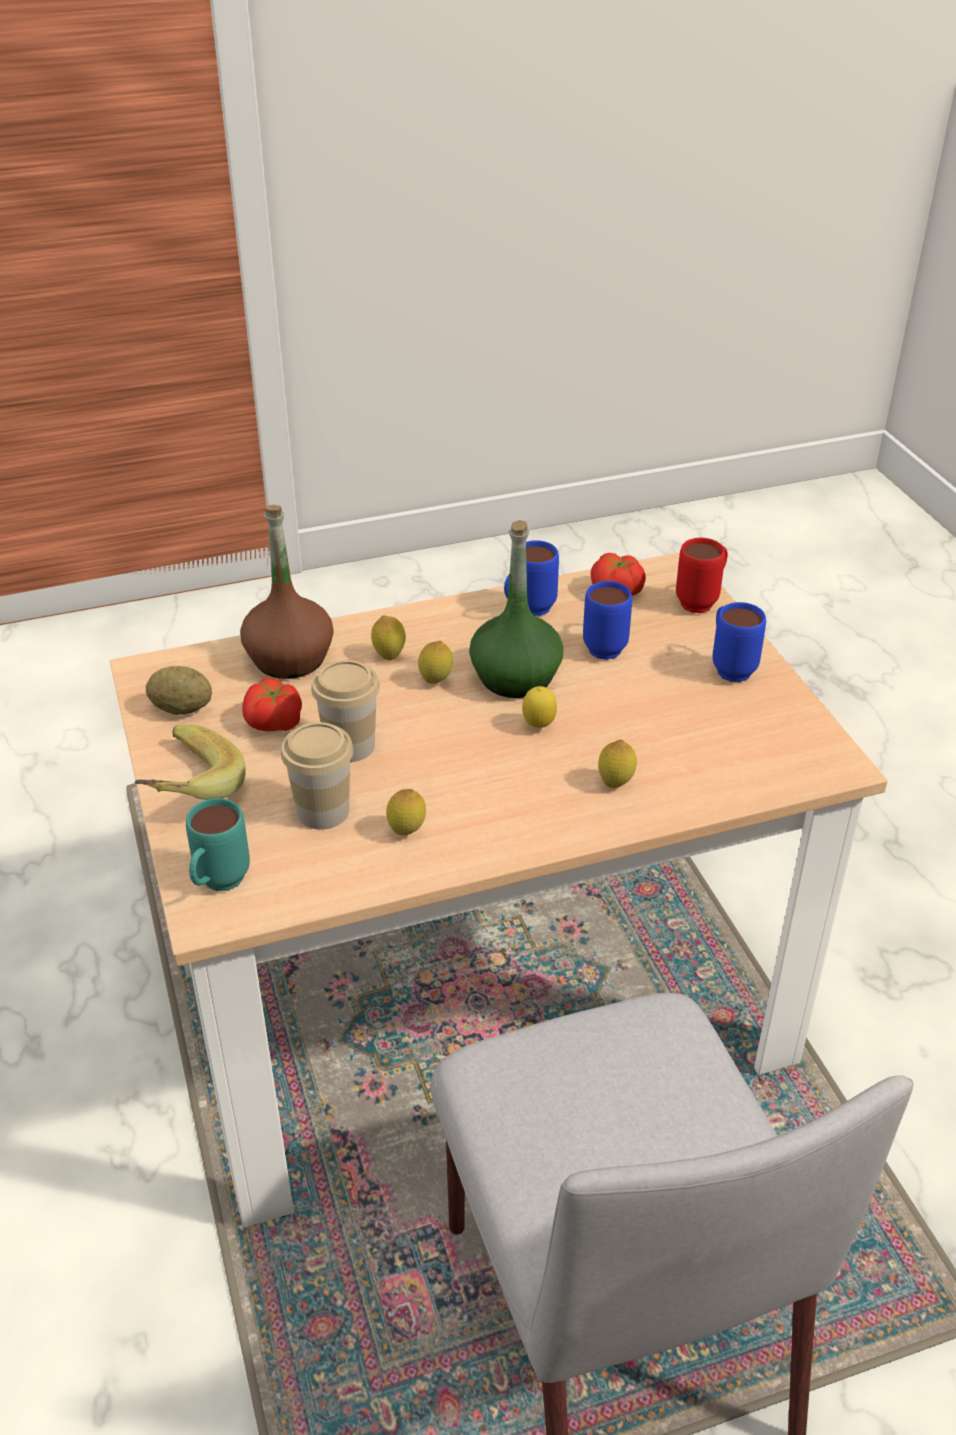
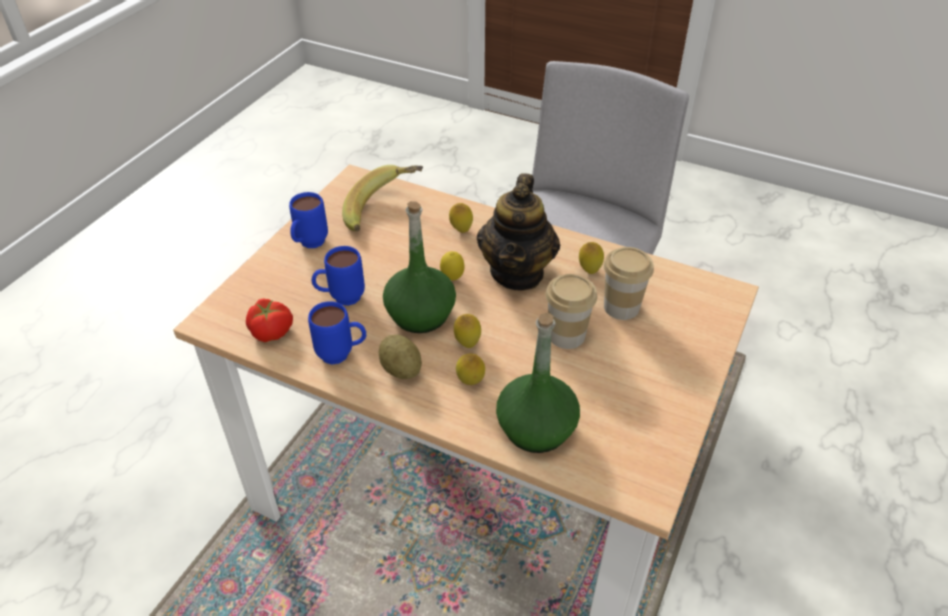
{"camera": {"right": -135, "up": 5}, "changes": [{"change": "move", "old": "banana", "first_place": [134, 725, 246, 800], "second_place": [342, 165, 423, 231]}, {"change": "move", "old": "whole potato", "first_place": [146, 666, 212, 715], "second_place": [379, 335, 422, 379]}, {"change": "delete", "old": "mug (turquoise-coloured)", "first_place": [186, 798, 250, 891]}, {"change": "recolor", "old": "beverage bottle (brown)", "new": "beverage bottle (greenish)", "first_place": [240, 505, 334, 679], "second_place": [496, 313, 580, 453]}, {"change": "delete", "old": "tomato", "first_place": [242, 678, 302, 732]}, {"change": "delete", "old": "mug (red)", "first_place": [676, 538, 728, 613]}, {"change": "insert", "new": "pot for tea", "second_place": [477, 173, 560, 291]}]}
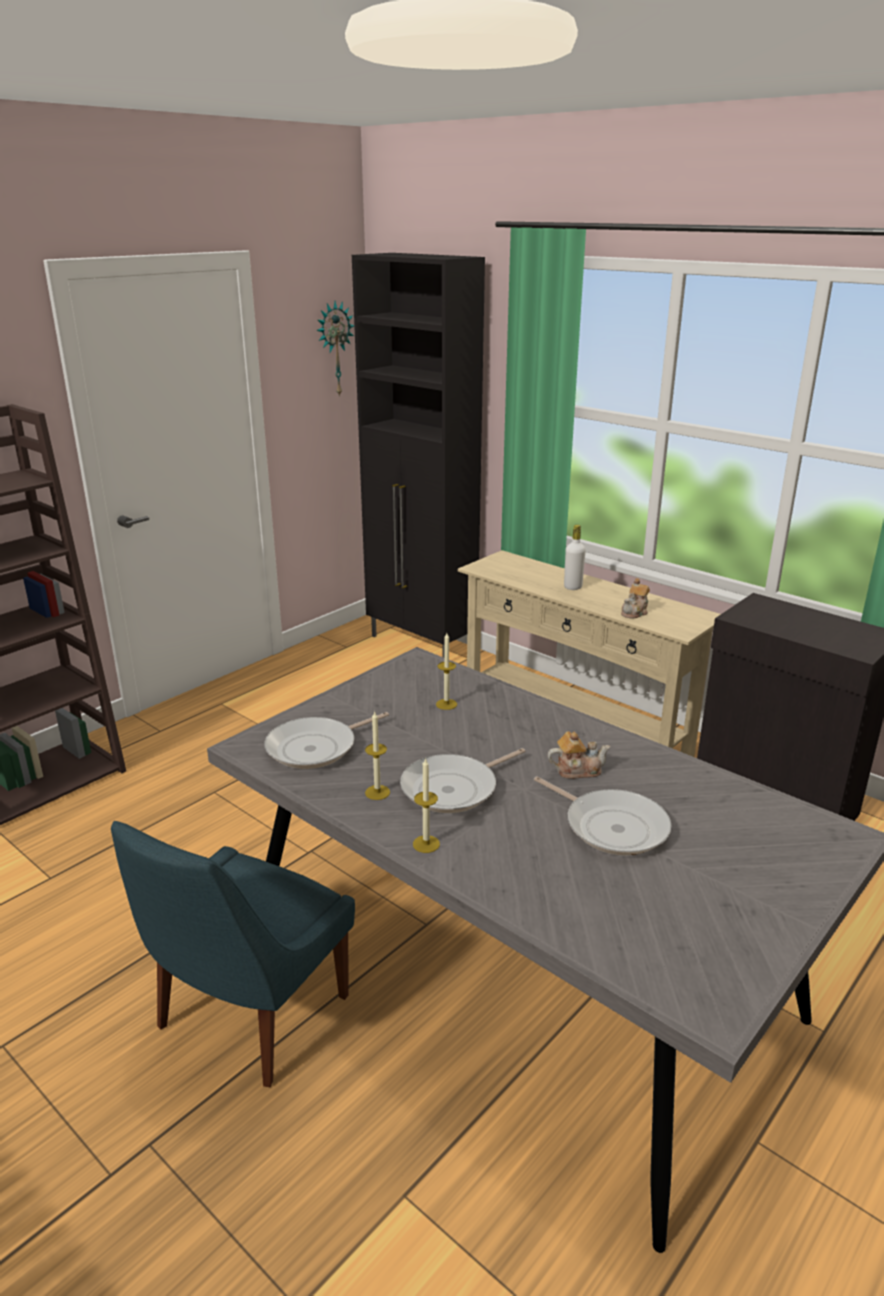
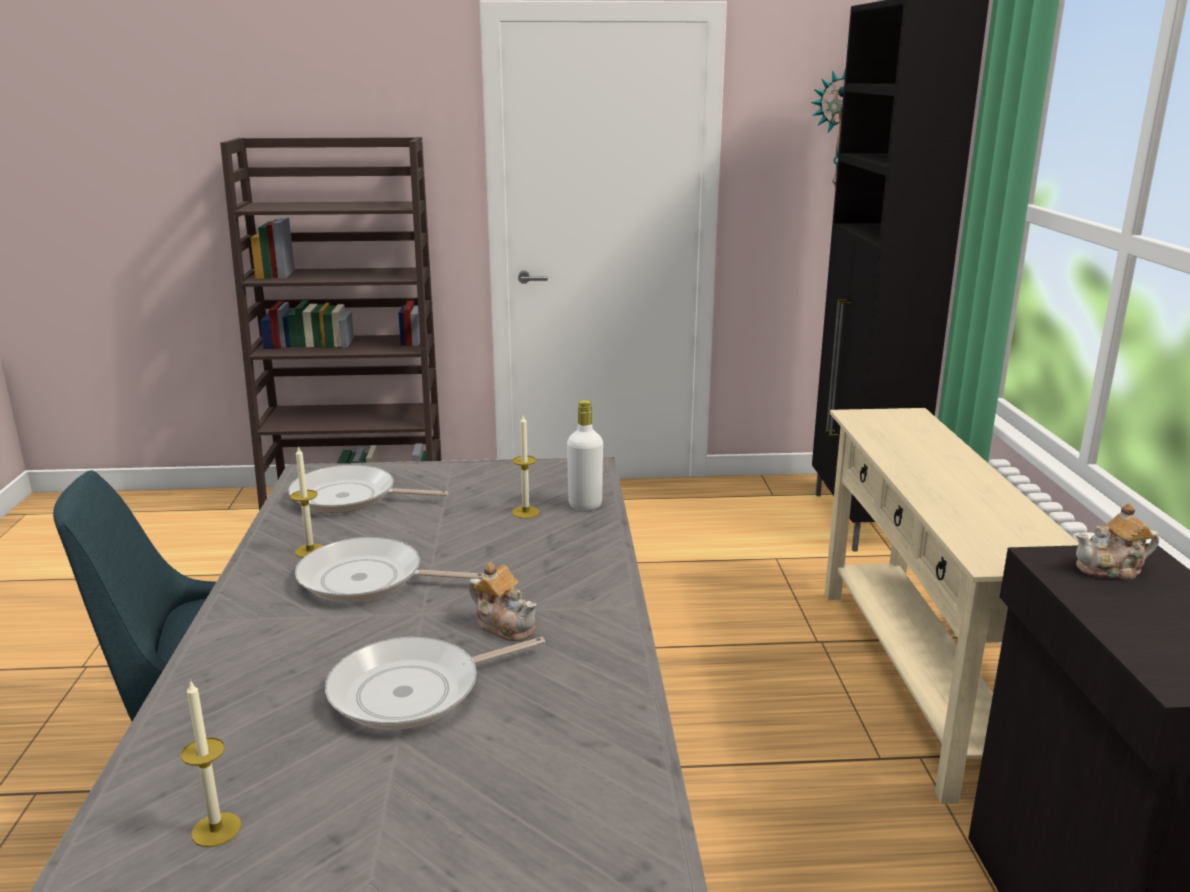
{"camera": {"right": 45, "up": -5}, "changes": [{"change": "move", "old": "wax light", "first_place": [413, 758, 440, 853], "second_place": [181, 679, 241, 847]}, {"change": "rotate", "old": "skillet", "first_place": [534, 776, 672, 856], "second_place": [325, 637, 545, 730], "degrees": 60}, {"change": "move", "old": "beverage bottle (white-coloured)", "first_place": [564, 525, 586, 590], "second_place": [567, 400, 603, 511]}, {"change": "move", "old": "pot for tea", "first_place": [621, 578, 650, 619], "second_place": [1076, 503, 1159, 579]}]}
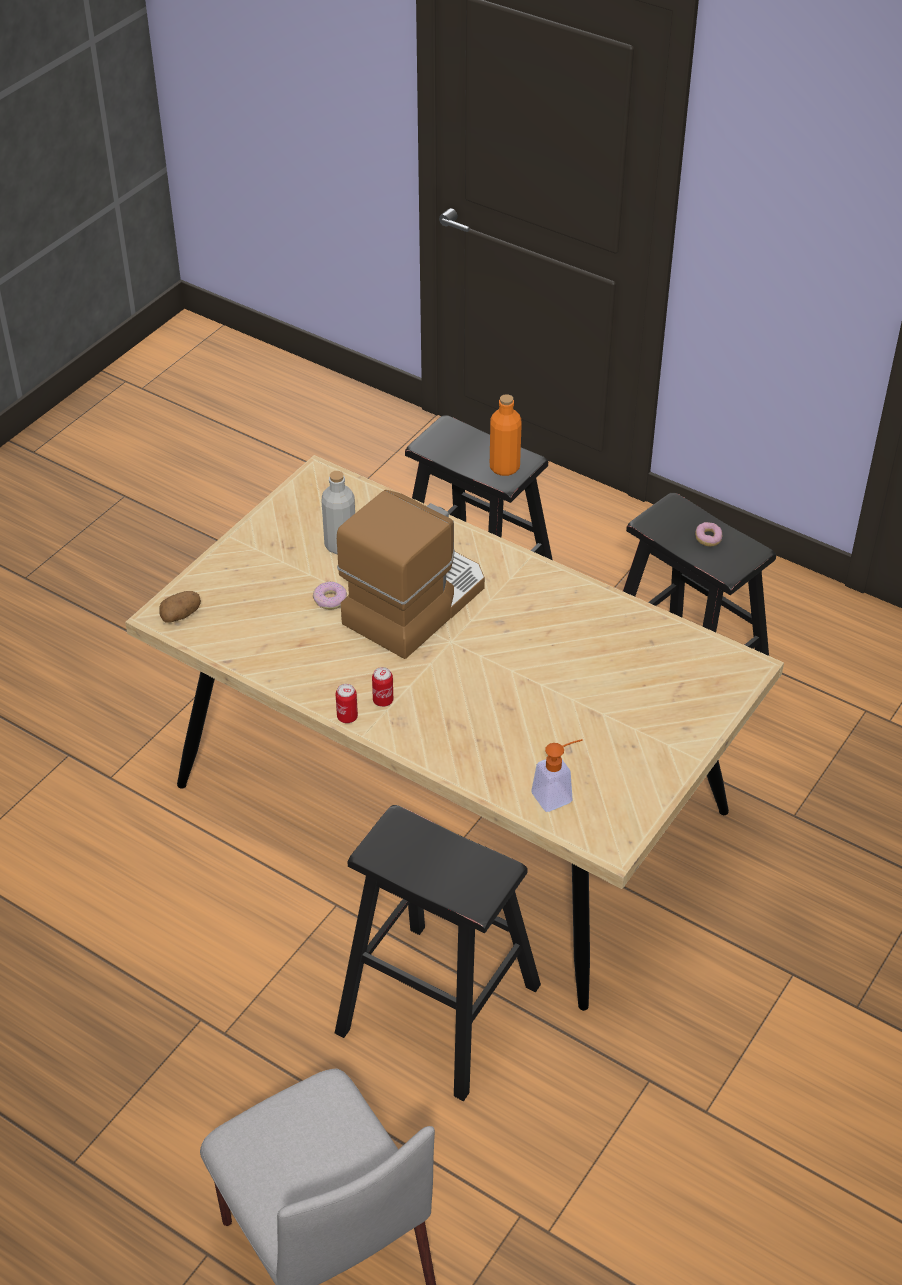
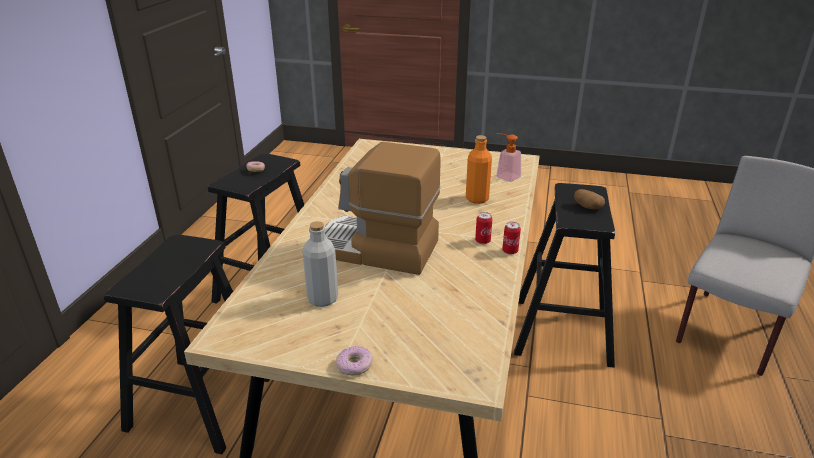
{"camera": {"right": -110, "up": -15}, "changes": [{"change": "move", "old": "whole potato", "first_place": [159, 591, 201, 623], "second_place": [574, 189, 605, 209]}, {"change": "move", "old": "doughnut", "first_place": [313, 581, 347, 610], "second_place": [336, 346, 373, 375]}, {"change": "move", "old": "beverage bottle (orangey)", "first_place": [490, 394, 522, 476], "second_place": [466, 135, 492, 204]}]}
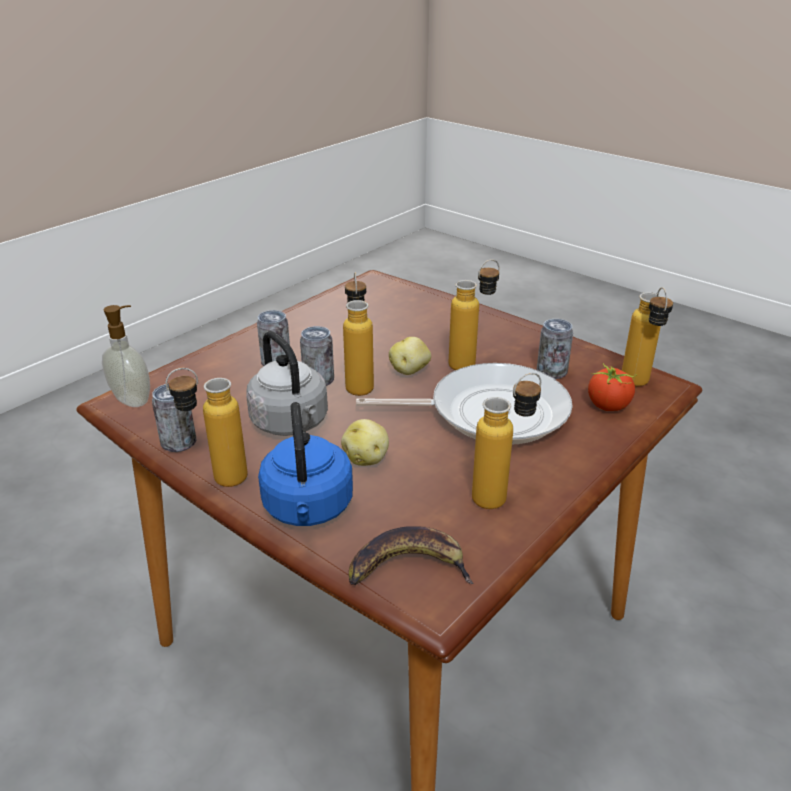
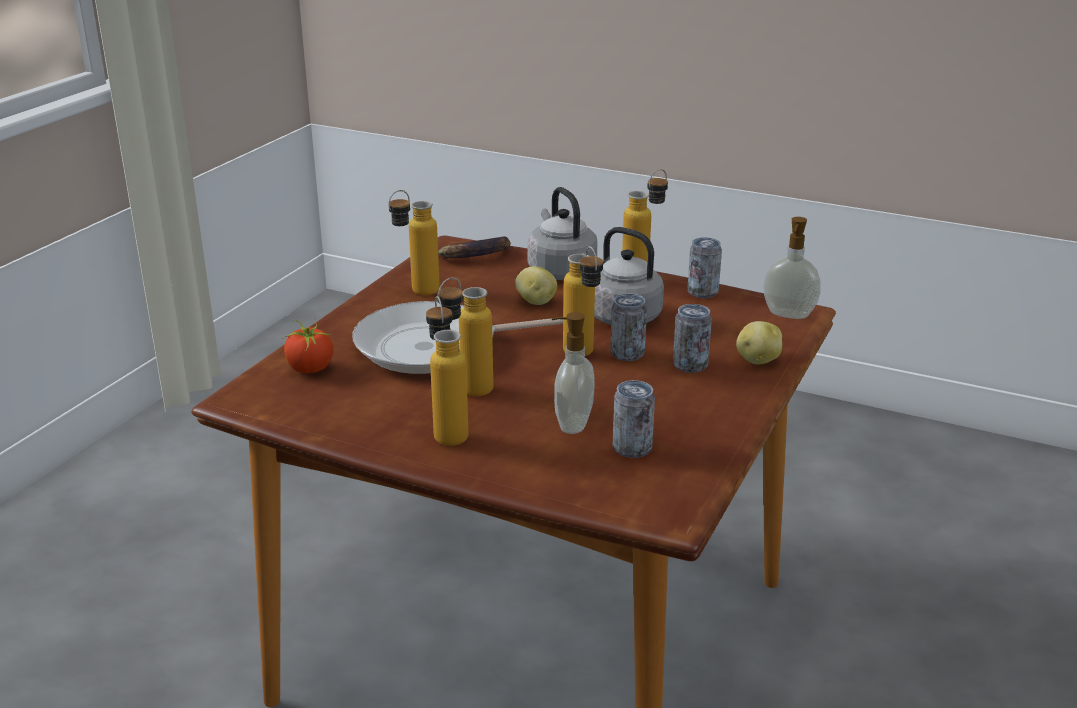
{"camera": {"right": 165, "up": -5}, "changes": [{"change": "recolor", "old": "water kettle (bluish)", "new": "water kettle (grey)", "first_place": [258, 402, 353, 526], "second_place": [527, 187, 597, 280]}, {"change": "move", "old": "whole potato", "first_place": [389, 337, 431, 375], "second_place": [736, 321, 782, 365]}, {"change": "move", "old": "can", "first_place": [537, 319, 573, 379], "second_place": [613, 380, 655, 458]}, {"change": "move", "old": "beverage bottle", "first_place": [622, 287, 673, 387], "second_place": [426, 296, 469, 446]}, {"change": "insert", "new": "soap dispenser", "second_place": [552, 312, 595, 434]}]}
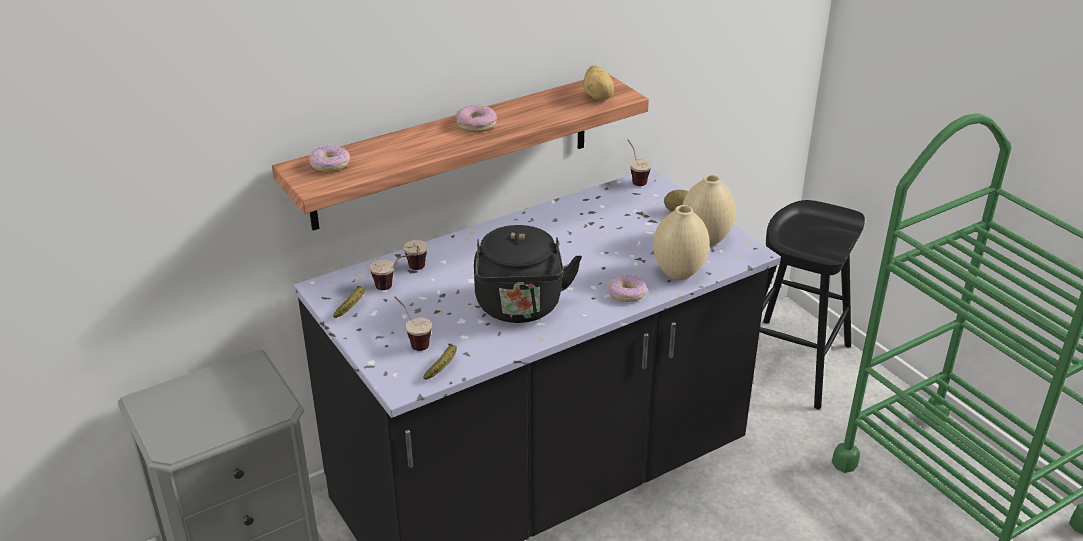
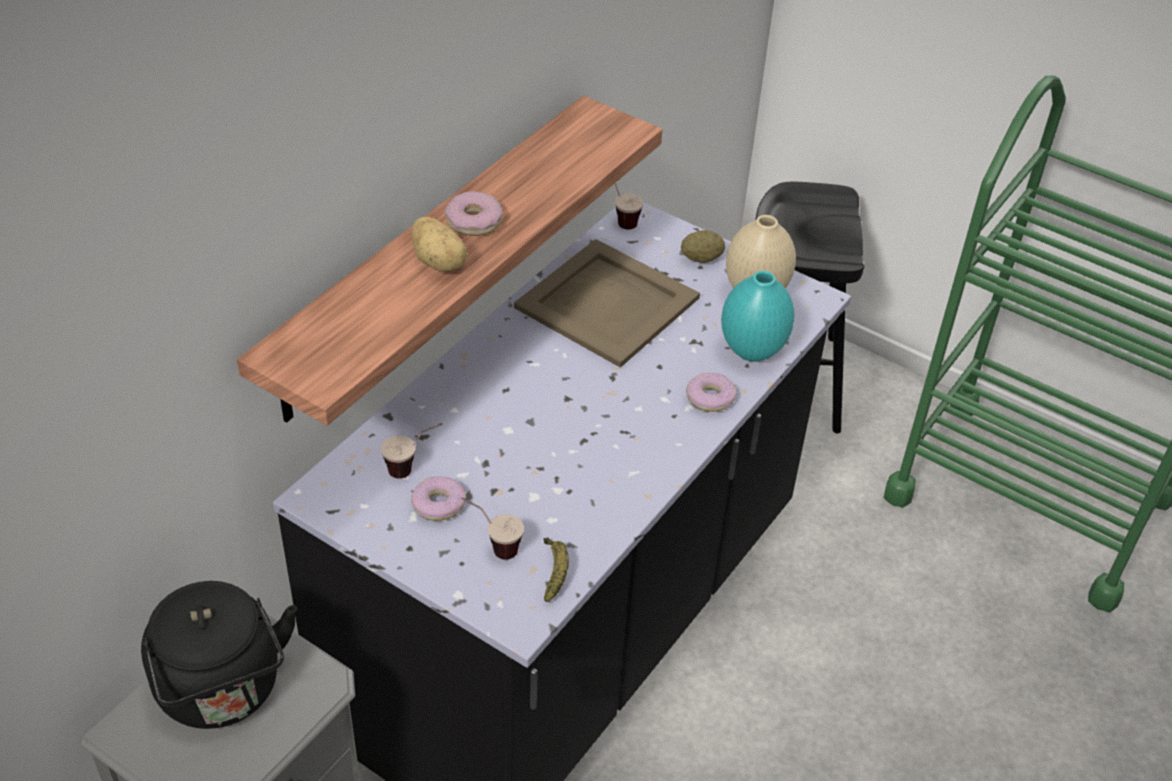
{"camera": {"right": -25, "up": 10}, "changes": [{"change": "move", "old": "doughnut", "first_place": [309, 146, 350, 172], "second_place": [411, 477, 466, 521]}, {"change": "delete", "old": "banana", "first_place": [333, 286, 365, 318]}, {"change": "delete", "old": "drinking cup", "first_place": [403, 240, 428, 270]}, {"change": "move", "old": "water kettle (blackish)", "first_place": [474, 225, 582, 323], "second_place": [141, 581, 297, 729]}, {"change": "move", "old": "whole potato", "first_place": [583, 65, 614, 100], "second_place": [412, 217, 467, 272]}, {"change": "recolor", "old": "decorative vase (beige-coloured)", "new": "decorative vase (turquoise-coloured)", "first_place": [653, 205, 709, 280], "second_place": [721, 271, 794, 362]}, {"change": "insert", "new": "tray (beige-coloured)", "second_place": [514, 239, 700, 368]}]}
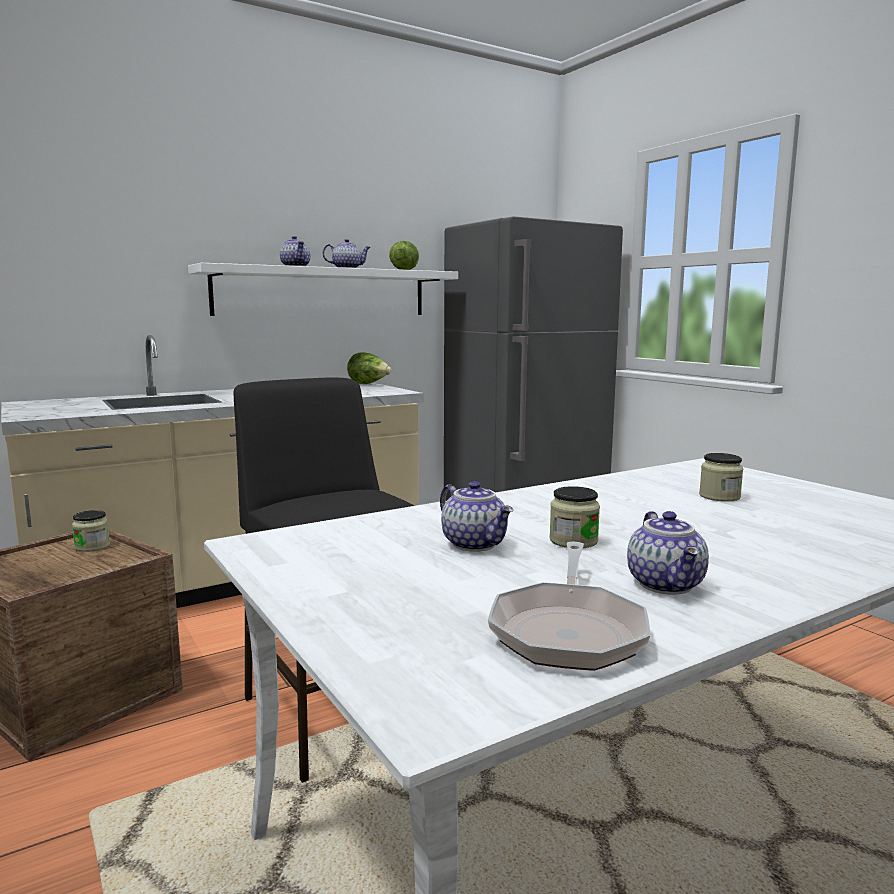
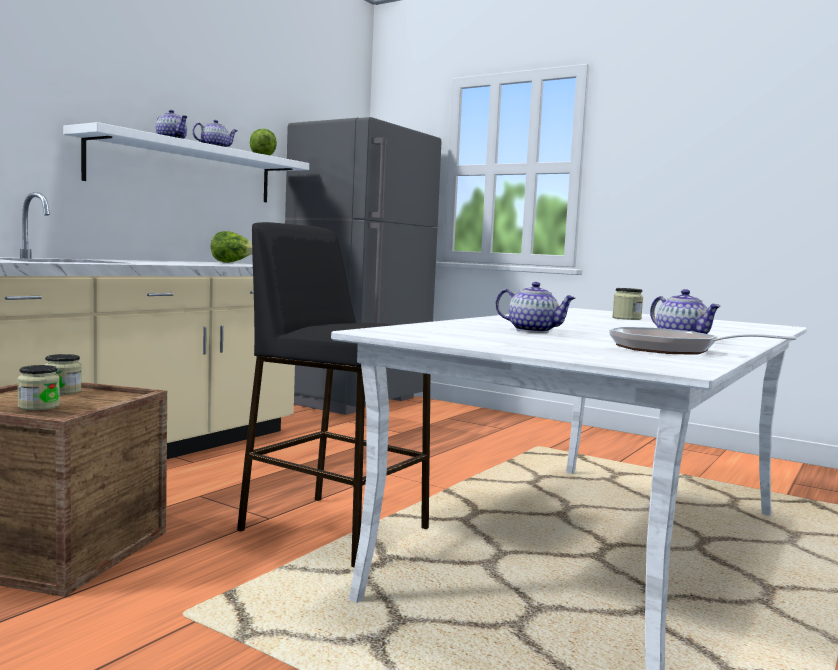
{"camera": {"right": -25, "up": -5}, "changes": [{"change": "rotate", "old": "skillet", "first_place": [488, 542, 650, 671], "second_place": [609, 327, 796, 355], "degrees": 135}, {"change": "move", "old": "jar", "first_place": [549, 486, 600, 549], "second_place": [17, 365, 60, 411]}]}
